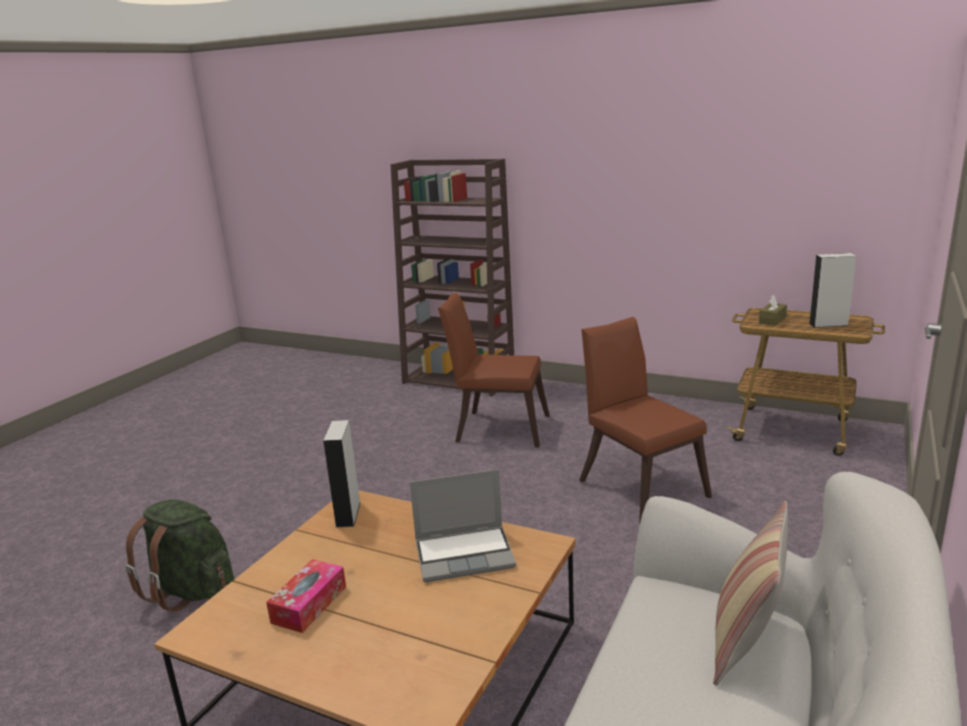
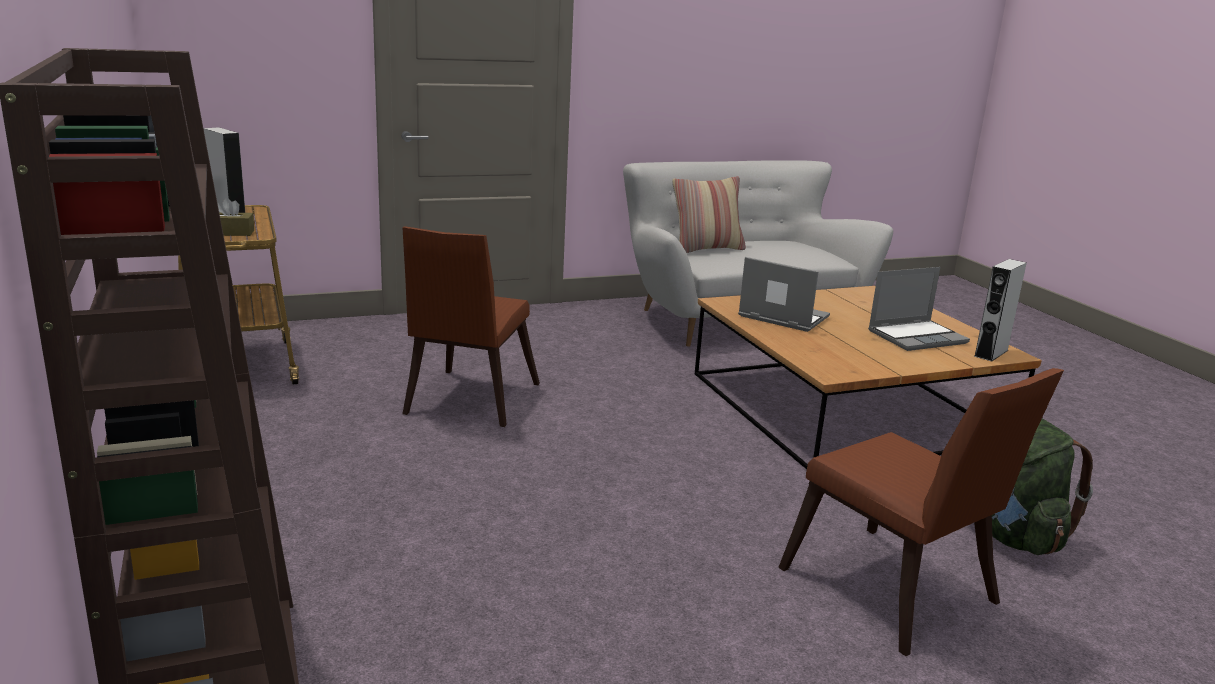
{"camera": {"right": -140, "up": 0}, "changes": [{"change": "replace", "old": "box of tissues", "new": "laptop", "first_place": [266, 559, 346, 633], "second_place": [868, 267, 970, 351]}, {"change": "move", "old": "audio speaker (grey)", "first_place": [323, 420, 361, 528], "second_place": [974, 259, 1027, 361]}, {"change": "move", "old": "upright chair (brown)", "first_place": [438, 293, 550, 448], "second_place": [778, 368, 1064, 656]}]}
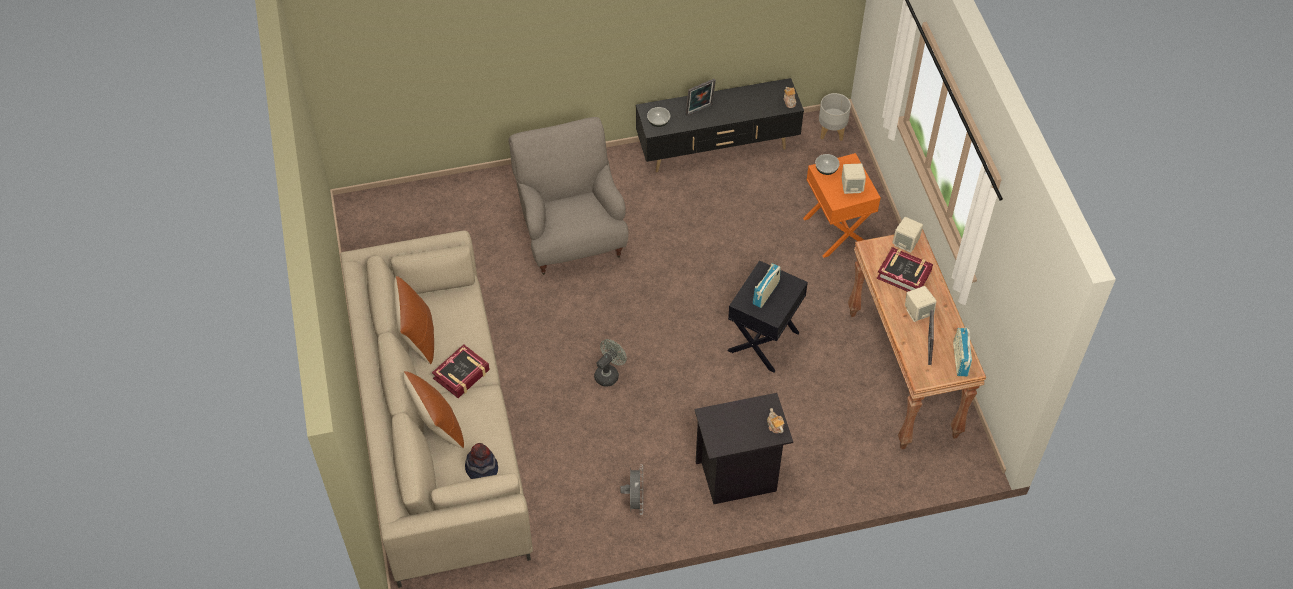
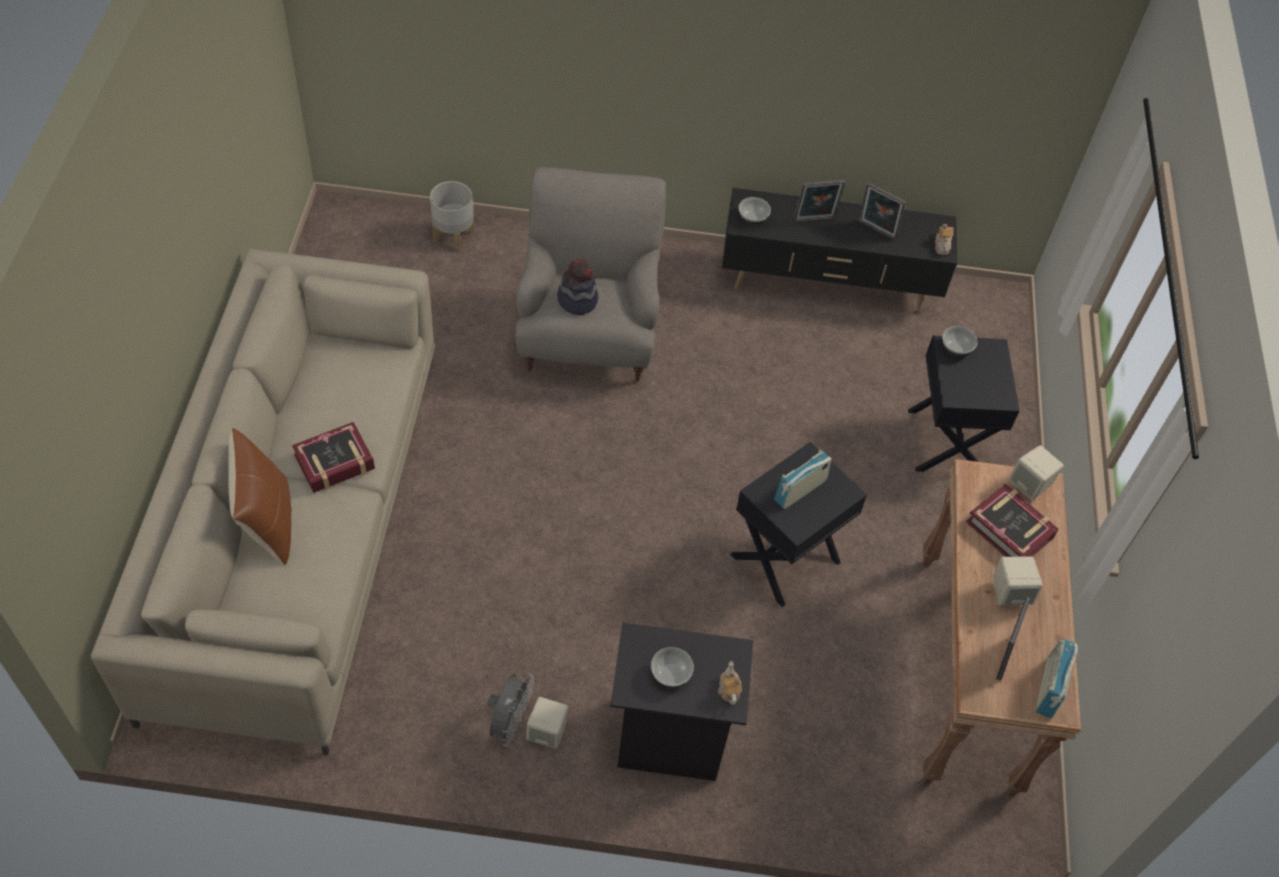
{"camera": {"right": 15, "up": 0}, "changes": [{"change": "delete", "old": "pillow (brown)", "first_place": [394, 276, 434, 364]}, {"change": "move", "old": "wearable hat", "first_place": [465, 443, 498, 479], "second_place": [557, 259, 598, 315]}, {"change": "delete", "old": "cooling fan (grey)", "first_place": [594, 339, 627, 387]}, {"change": "recolor", "old": "accent table (orangey)", "new": "accent table (blackish)", "first_place": [803, 153, 881, 258], "second_place": [908, 336, 1020, 472]}, {"change": "move", "old": "plant pot (grey)", "first_place": [819, 93, 851, 141], "second_place": [430, 181, 474, 251]}, {"change": "move", "old": "audio speaker (beige-coloured)", "first_place": [842, 163, 866, 194], "second_place": [526, 697, 568, 749]}, {"change": "insert", "new": "serving bowl", "second_place": [651, 647, 694, 688]}, {"change": "insert", "new": "standing frame", "second_place": [859, 182, 906, 240]}]}
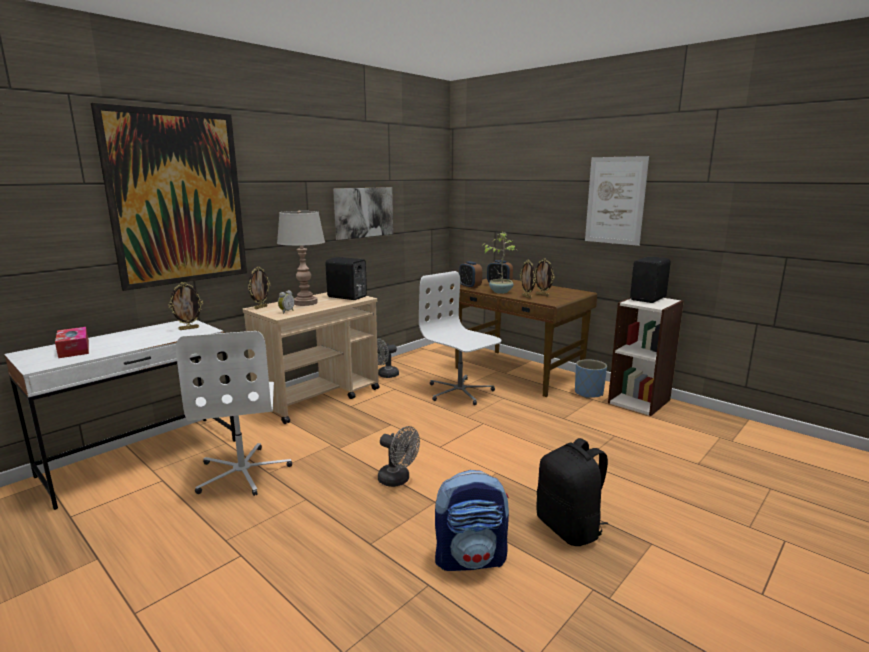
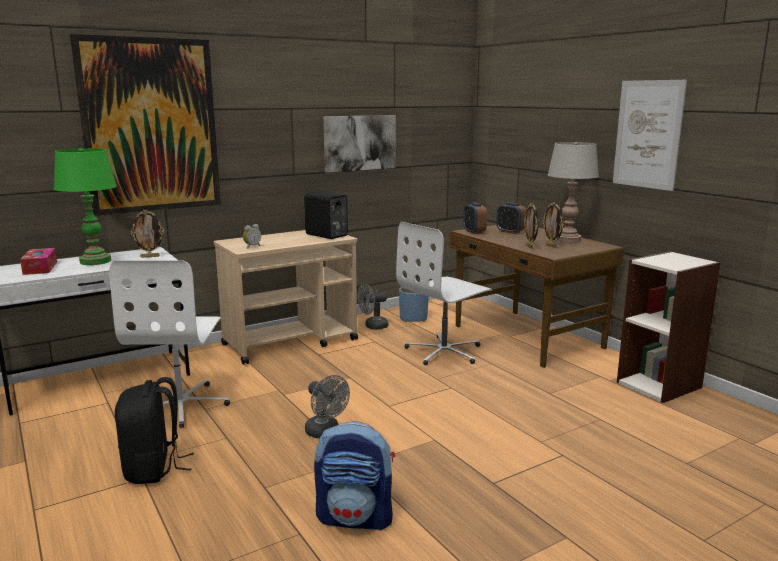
{"camera": {"right": 15, "up": 0}, "changes": [{"change": "delete", "old": "standing frame", "first_place": [248, 267, 270, 309]}, {"change": "move", "old": "lamp for a table (grey)", "first_place": [277, 211, 325, 306], "second_place": [548, 142, 599, 243]}, {"change": "rotate", "old": "office chair (white-coloured)", "first_place": [419, 271, 502, 405], "second_place": [396, 222, 492, 365], "degrees": -105}, {"change": "delete", "old": "plant in a pot", "first_place": [482, 231, 516, 294]}, {"change": "move", "old": "rucksack (blackish)", "first_place": [536, 438, 608, 546], "second_place": [115, 377, 194, 484]}, {"change": "move", "old": "plant pot (bluish)", "first_place": [575, 359, 607, 399], "second_place": [399, 287, 429, 322]}, {"change": "delete", "old": "audio speaker (blackish)", "first_place": [630, 256, 671, 303]}, {"change": "insert", "new": "lamp for a table (greenish)", "second_place": [54, 148, 117, 265]}]}
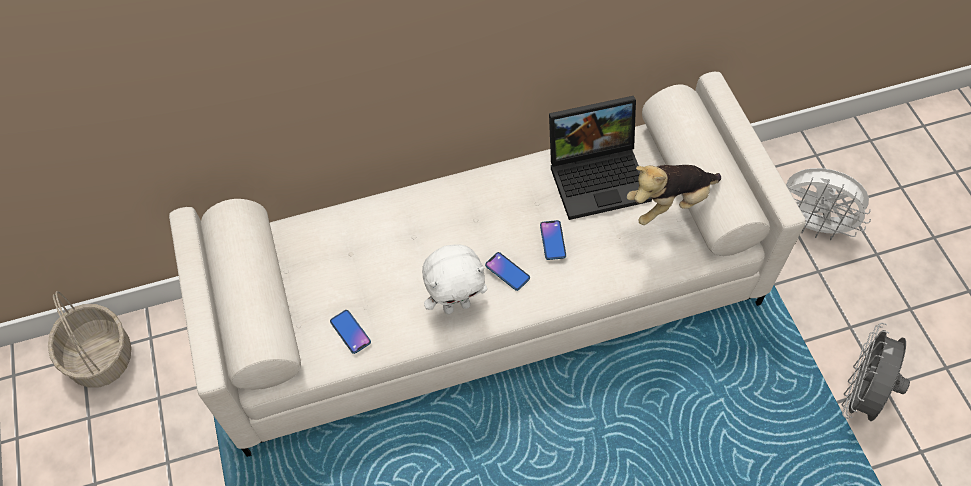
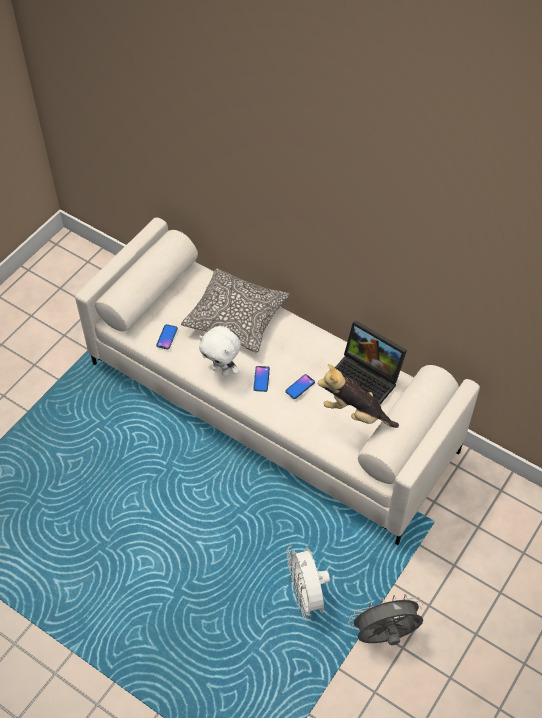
{"camera": {"right": 50, "up": -5}, "changes": [{"change": "delete", "old": "storage basket", "first_place": [48, 291, 132, 388]}, {"change": "move", "old": "cooling fan (white-coloured)", "first_place": [786, 168, 871, 240], "second_place": [287, 546, 330, 621]}, {"change": "insert", "new": "pillow", "second_place": [181, 269, 289, 353]}]}
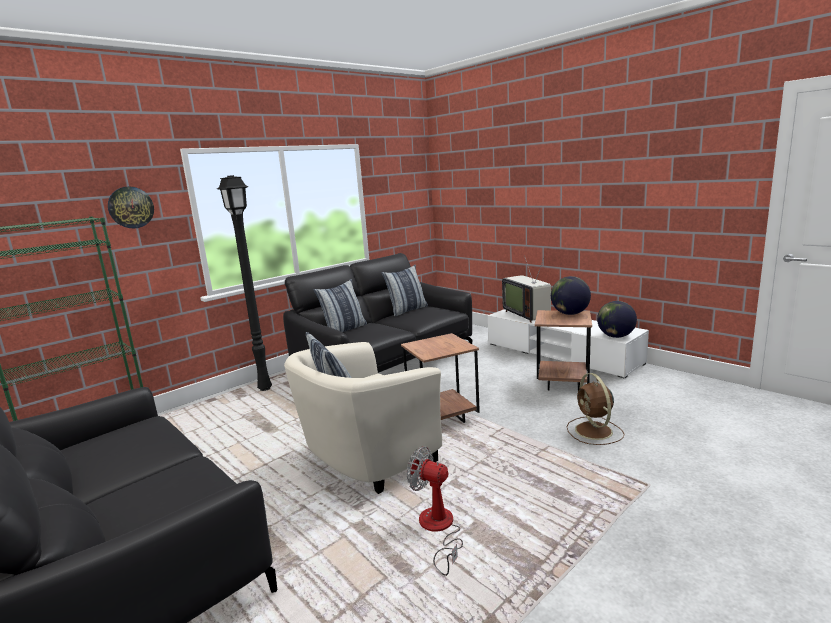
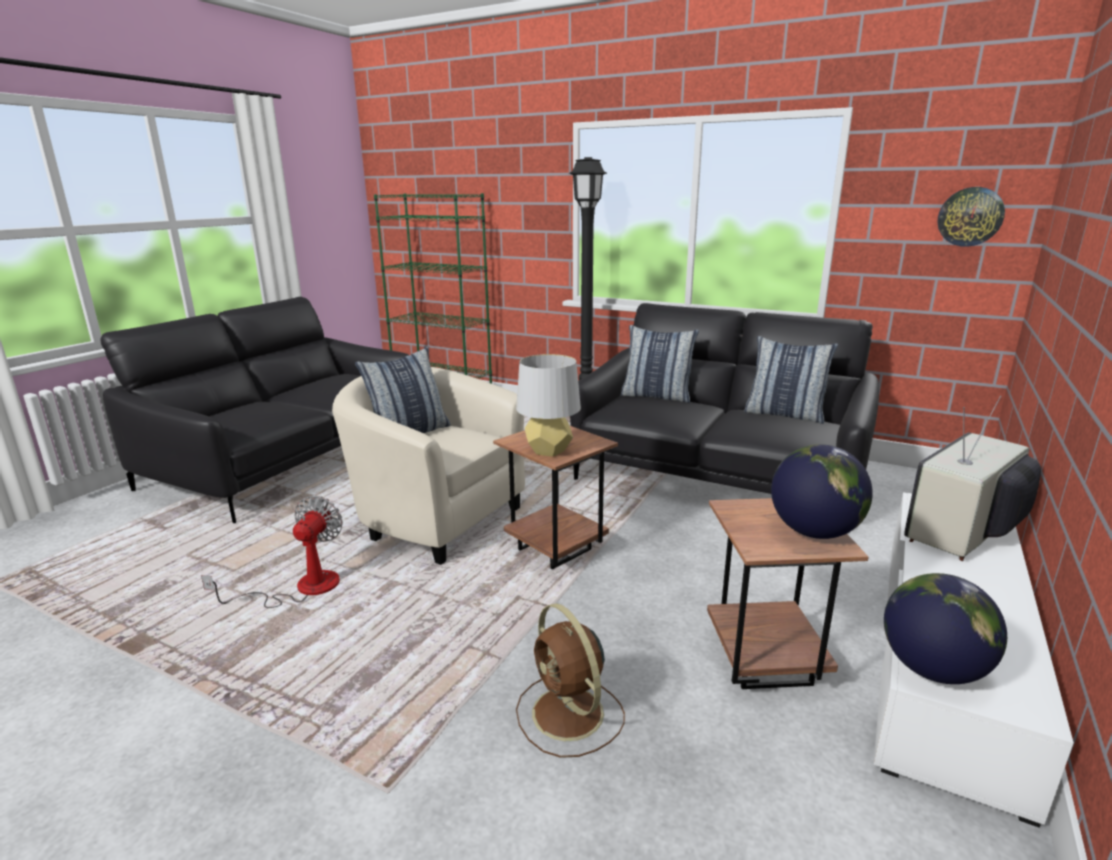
{"camera": {"right": 70, "up": 5}, "changes": [{"change": "move", "old": "wall clock", "first_place": [108, 186, 154, 228], "second_place": [937, 187, 1005, 247]}, {"change": "rotate", "old": "cooling fan (brown)", "first_place": [567, 373, 624, 445], "second_place": [516, 603, 625, 758], "degrees": -90}, {"change": "insert", "new": "lamp for a table (grey)", "second_place": [516, 354, 581, 457]}]}
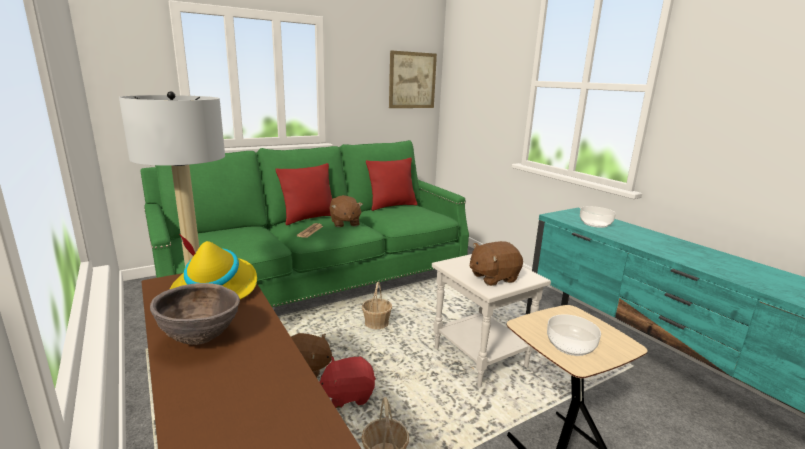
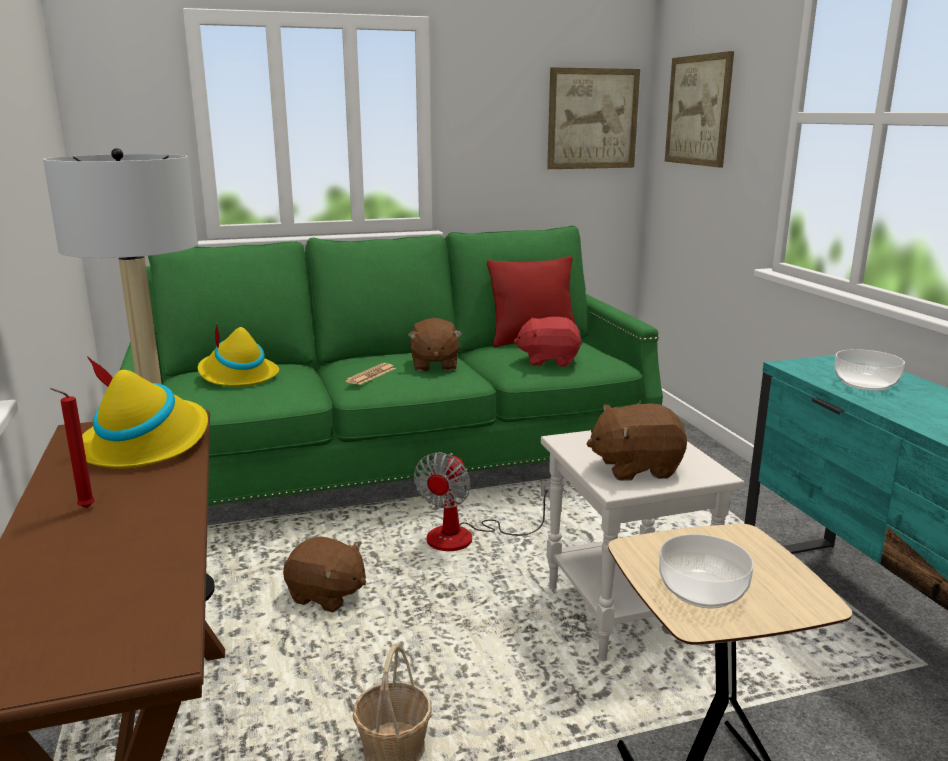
{"camera": {"right": 15, "up": 0}, "changes": [{"change": "replace", "old": "serving bowl (brown)", "new": "wax light (red)", "first_place": [150, 283, 240, 345], "second_place": [50, 388, 95, 508]}, {"change": "delete", "old": "pillow (red)", "first_place": [276, 163, 332, 225]}, {"change": "move", "old": "soft toy (red)", "first_place": [320, 357, 376, 408], "second_place": [513, 317, 582, 367]}, {"change": "replace", "old": "storage basket", "new": "cooling fan", "first_place": [362, 282, 392, 329], "second_place": [414, 452, 551, 551]}, {"change": "insert", "new": "wearable hat (yellow)", "second_place": [198, 324, 279, 387]}, {"change": "insert", "new": "picture", "second_place": [665, 51, 734, 167]}]}
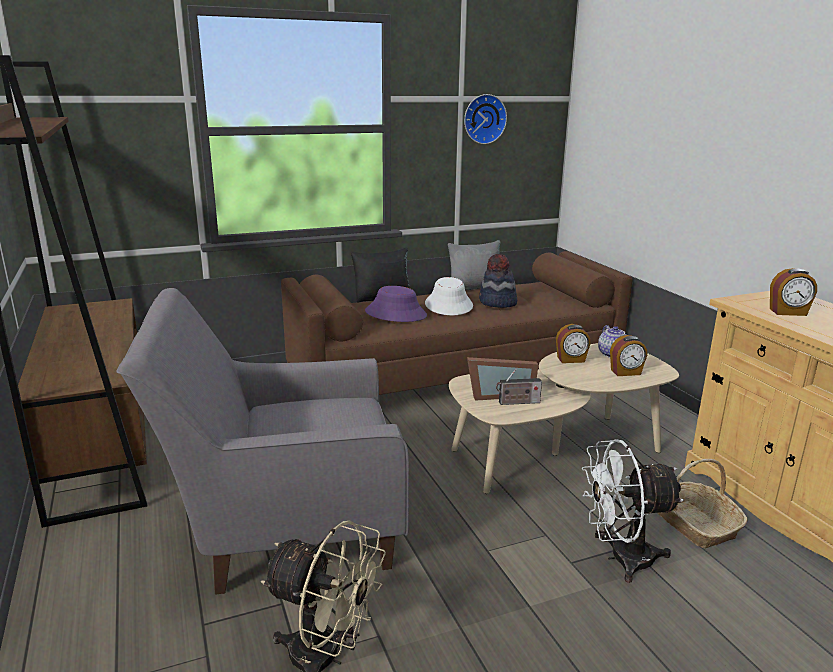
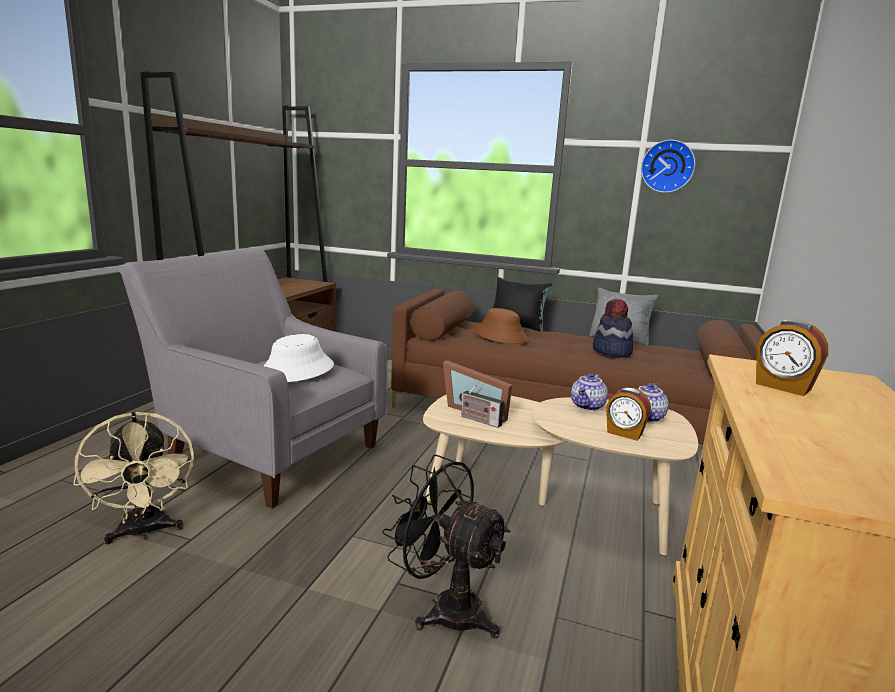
{"camera": {"right": 40, "up": -5}, "changes": [{"change": "recolor", "old": "wearable hat (purple-coloured)", "new": "wearable hat (brown)", "first_place": [365, 286, 427, 322], "second_place": [475, 308, 528, 344]}, {"change": "move", "old": "wearable hat (white-coloured)", "first_place": [425, 277, 473, 315], "second_place": [264, 334, 334, 382]}, {"change": "replace", "old": "alarm clock", "new": "pot for tea", "first_place": [556, 324, 591, 363], "second_place": [571, 373, 608, 411]}, {"change": "recolor", "old": "cooling fan (white-coloured)", "new": "cooling fan (blackish)", "first_place": [582, 439, 684, 583], "second_place": [382, 454, 511, 638]}, {"change": "delete", "old": "storage basket", "first_place": [658, 459, 748, 548]}]}
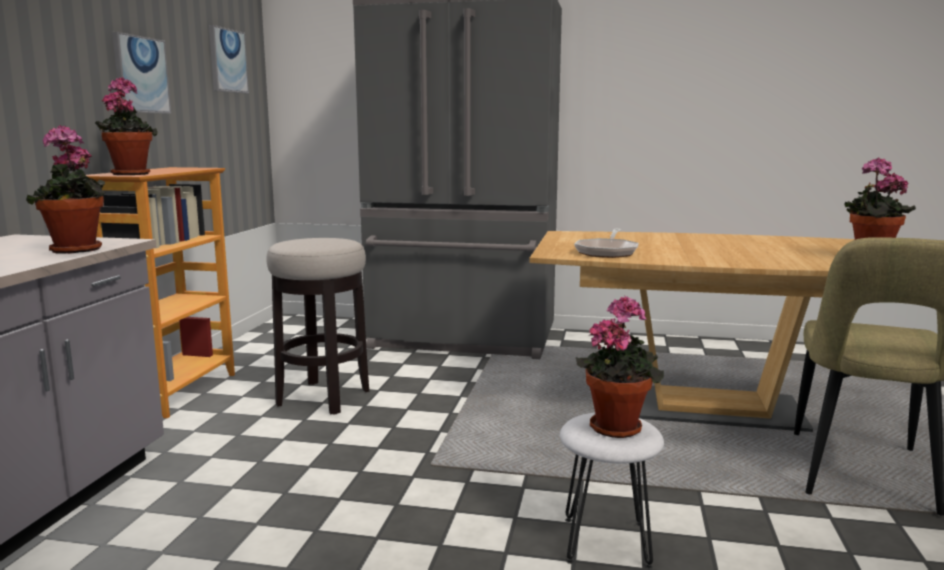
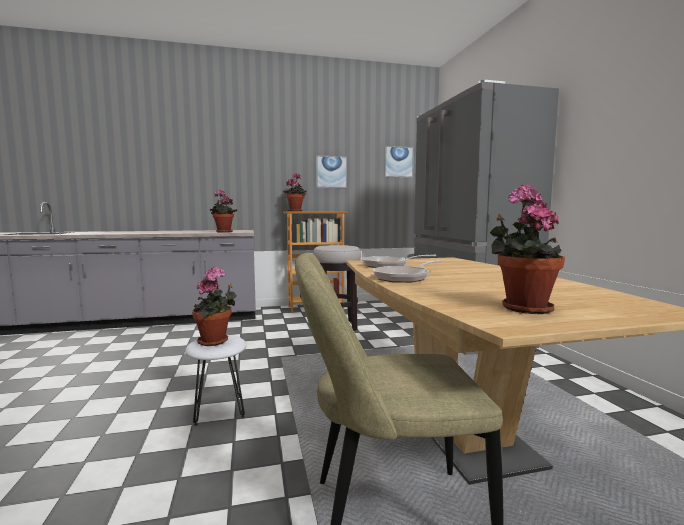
{"camera": {"right": 65, "up": -5}, "changes": [{"change": "insert", "new": "skillet", "second_place": [373, 260, 441, 283]}]}
